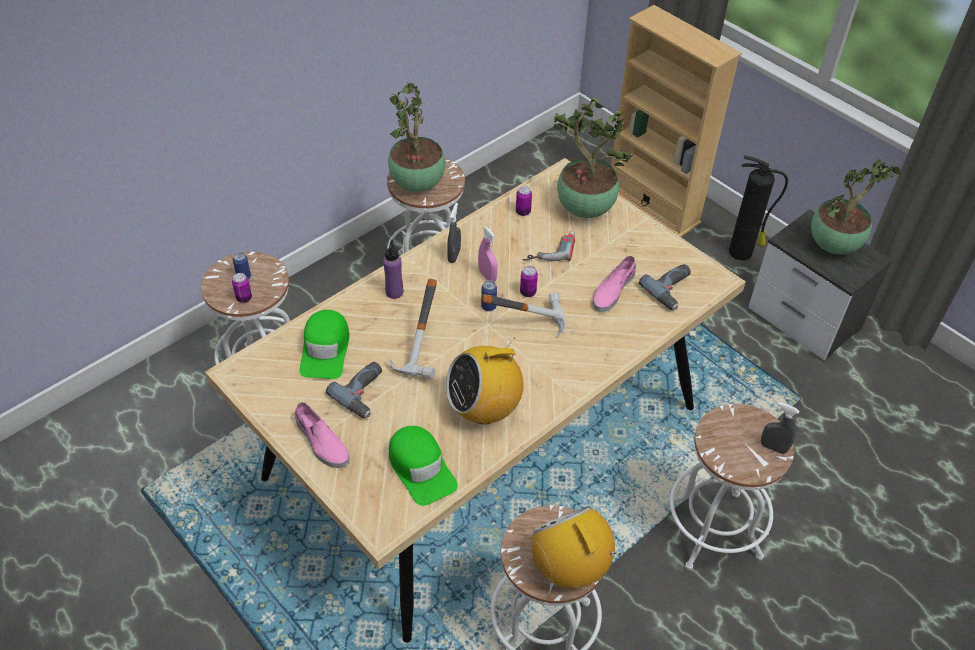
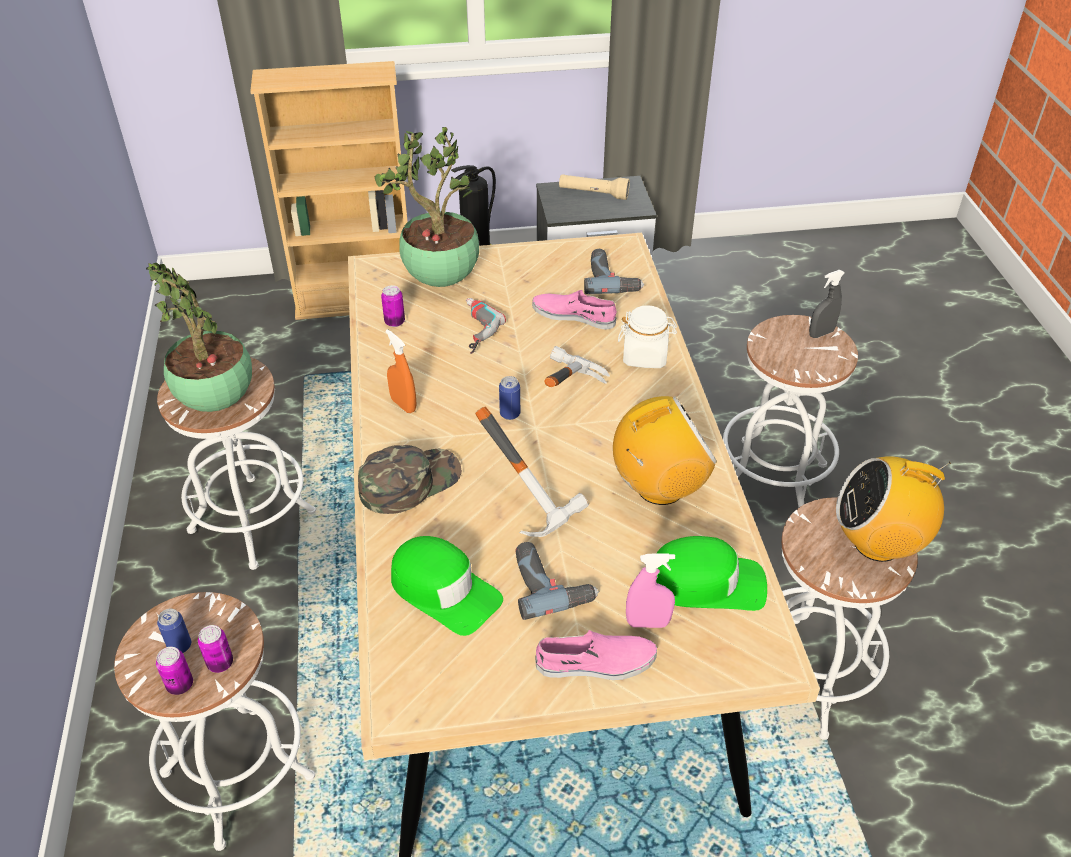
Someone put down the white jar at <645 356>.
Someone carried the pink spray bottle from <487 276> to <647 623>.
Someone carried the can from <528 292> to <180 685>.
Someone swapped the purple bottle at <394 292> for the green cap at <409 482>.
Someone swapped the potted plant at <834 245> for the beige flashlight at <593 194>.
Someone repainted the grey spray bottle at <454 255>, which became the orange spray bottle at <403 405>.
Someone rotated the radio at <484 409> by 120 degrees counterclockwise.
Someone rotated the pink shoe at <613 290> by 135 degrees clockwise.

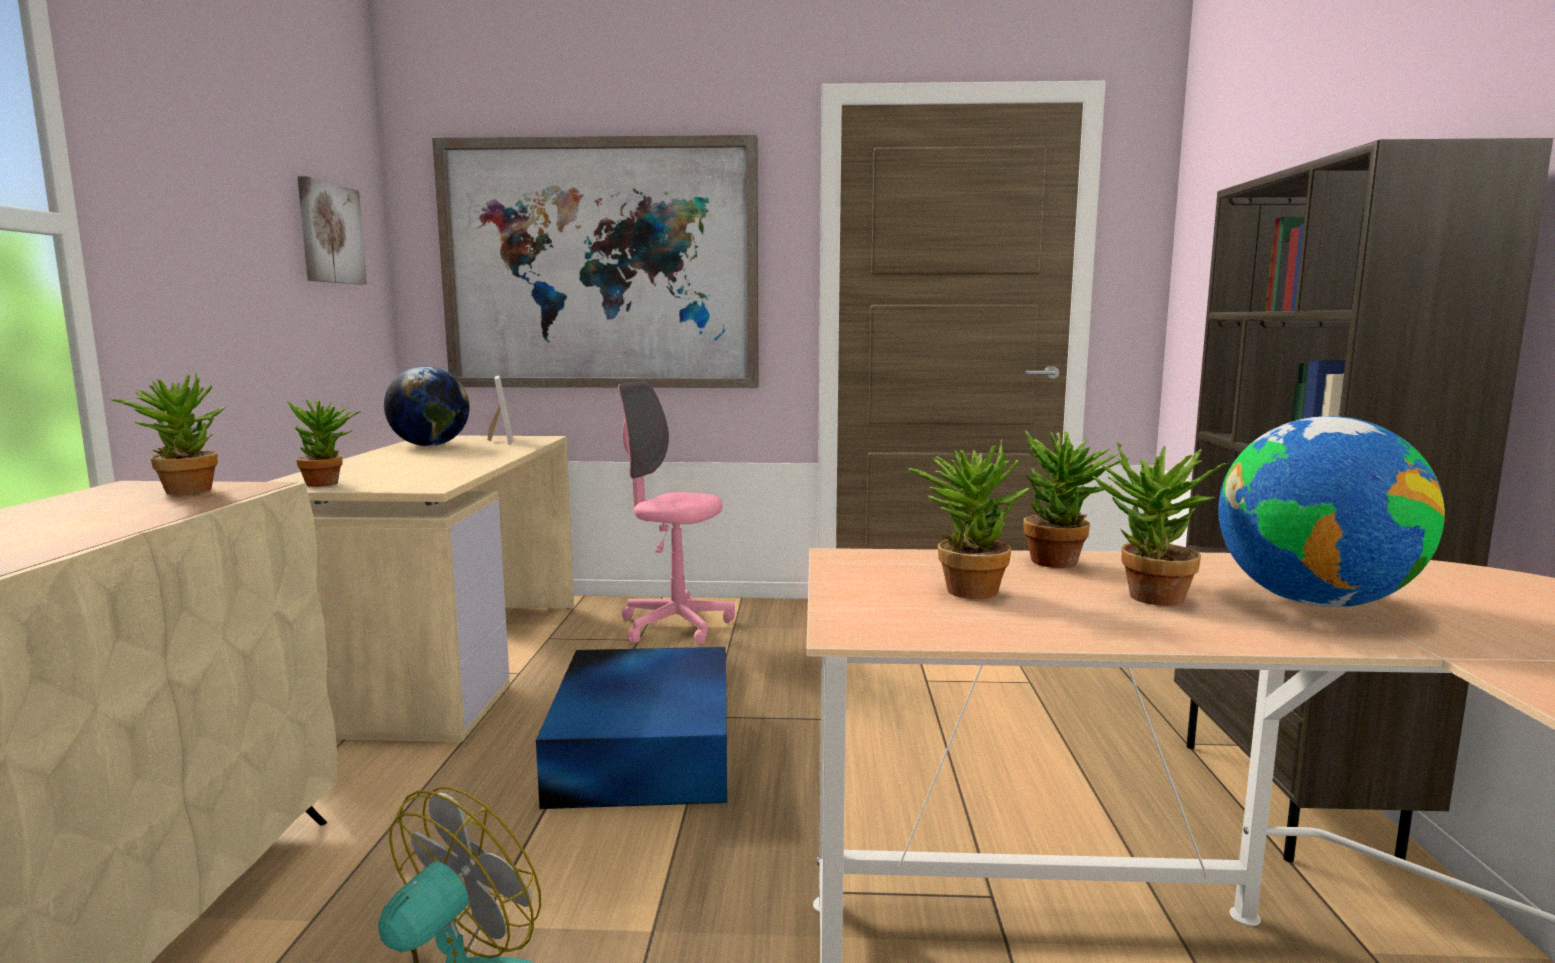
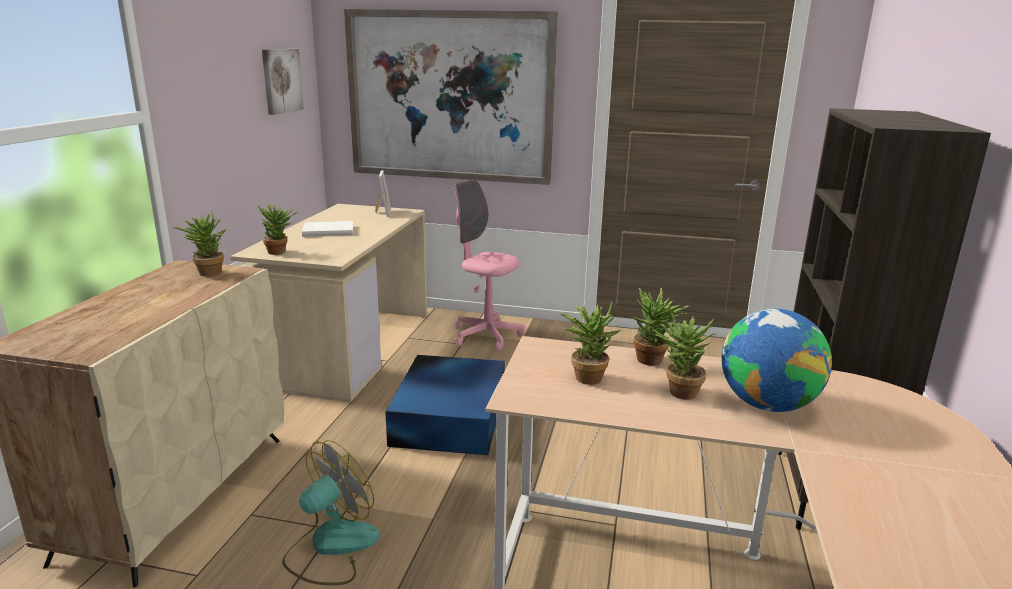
Someone took away the globe at <430 445>.
Someone put down the white book at <327 231>.

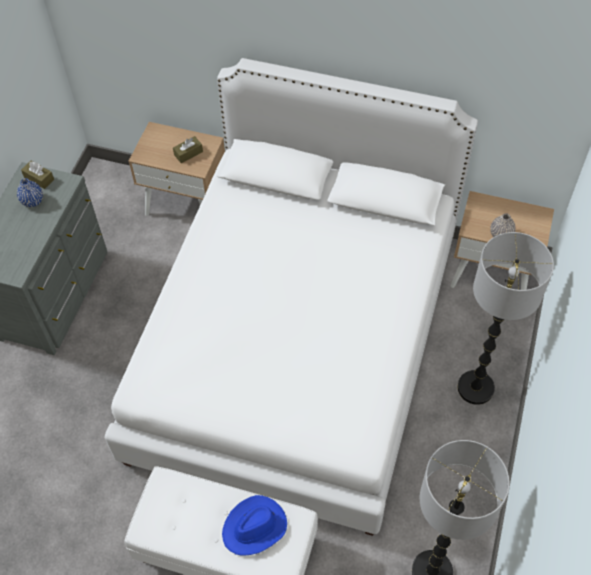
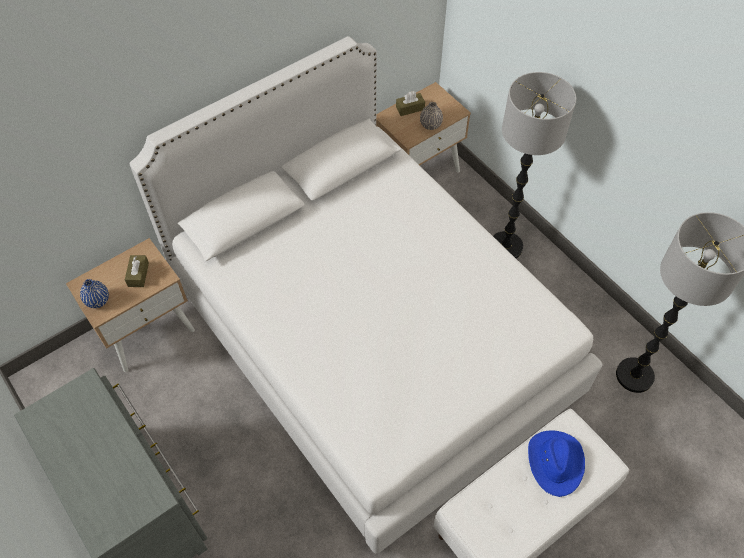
Someone carried the blue vase from <32 201> to <98 301>.
Someone carried the brown tissue box from <39 178> to <410 108>.

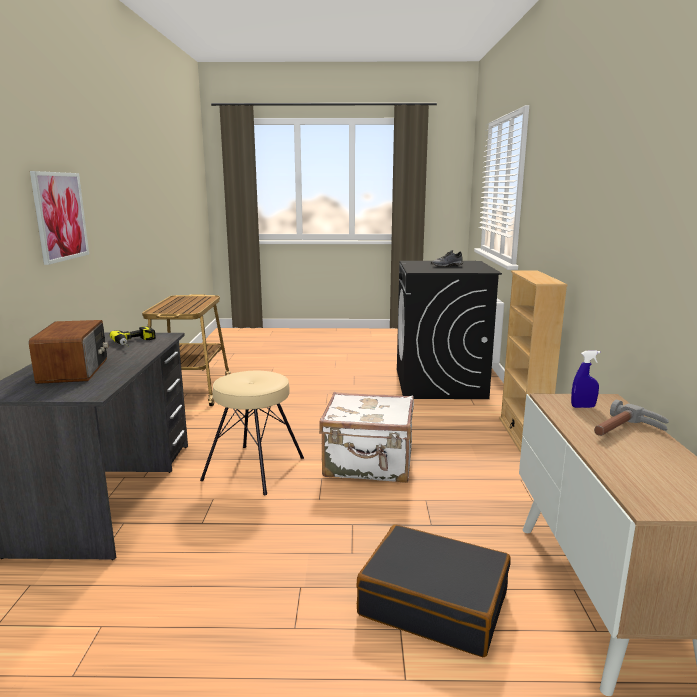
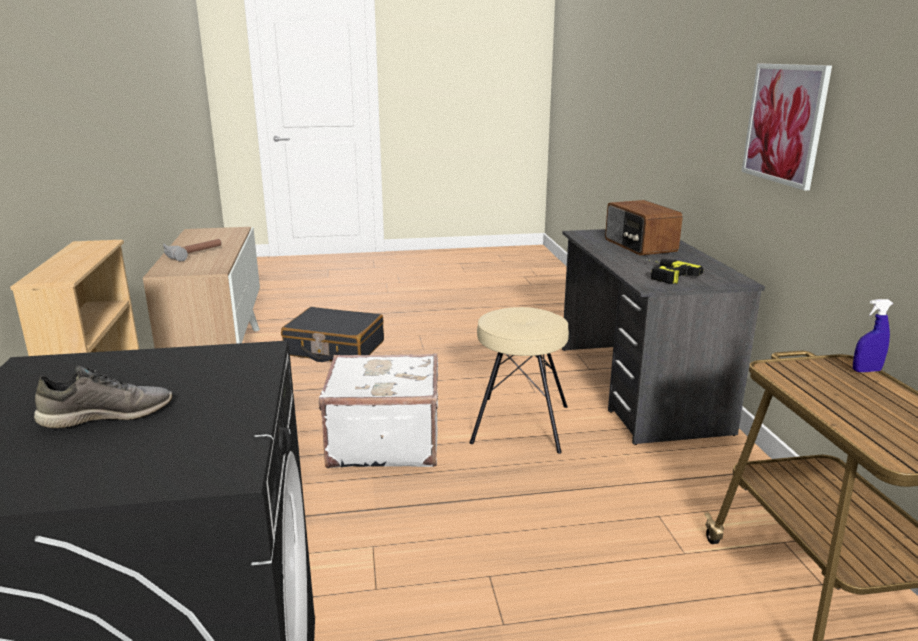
Someone carried the blue spray bottle from <583 407> to <866 371>.

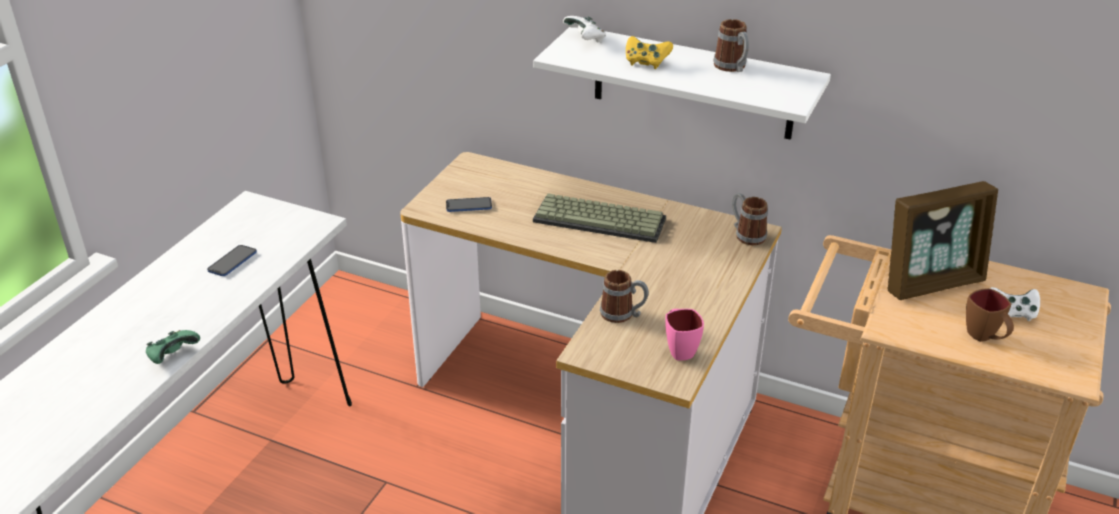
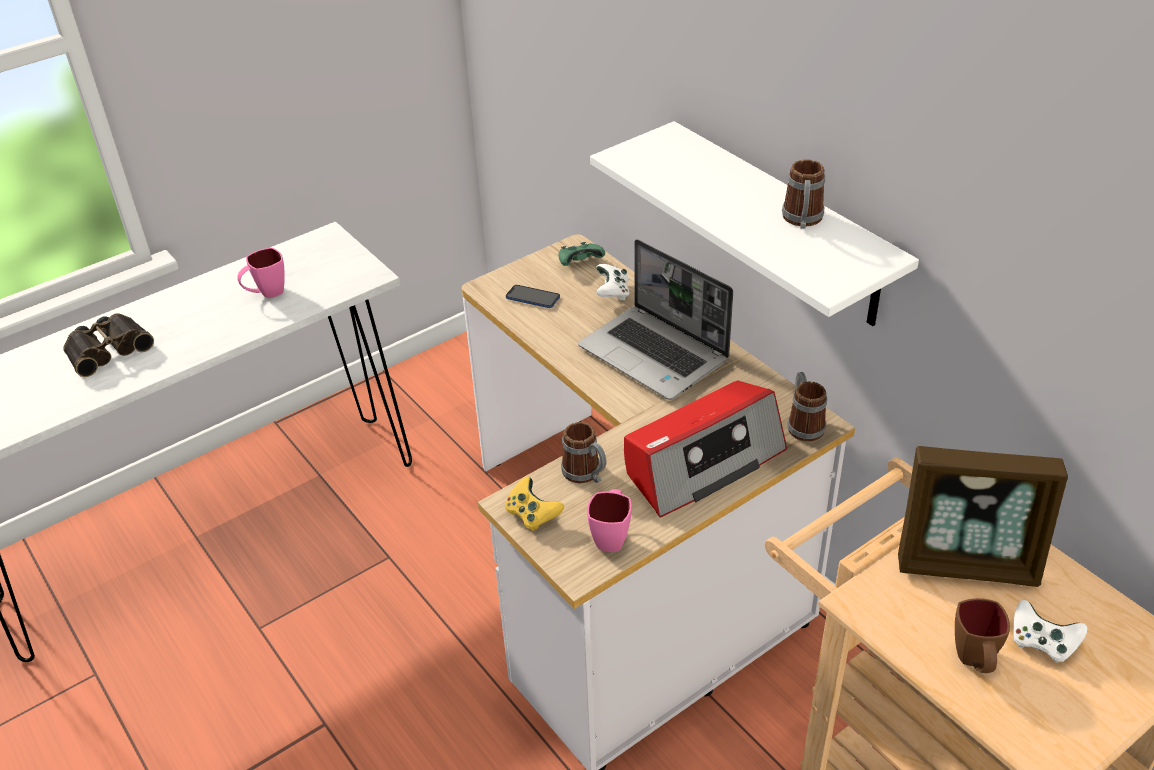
Someone put down the binoculars at <107 349>.
Someone put down the radio at <702 462>.
Someone carried the green game controller from <173 356> to <580 263>.
Someone carried the white game controller from <585 39> to <612 292>.
Someone carried the yellow game controller from <646 62> to <532 515>.
Someone swapped the phone at <232 262> for the pink mug at <266 294>.
Someone swapped the keyboard at <601 219> for the laptop at <655 354>.

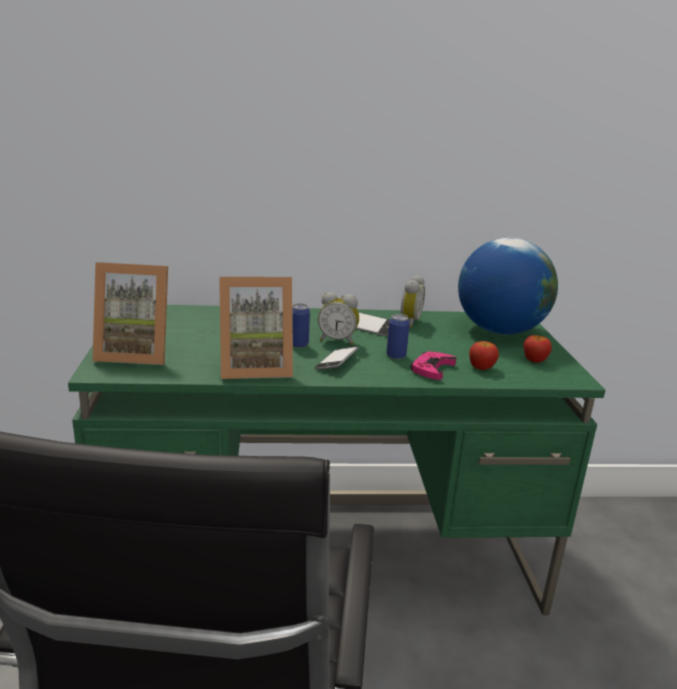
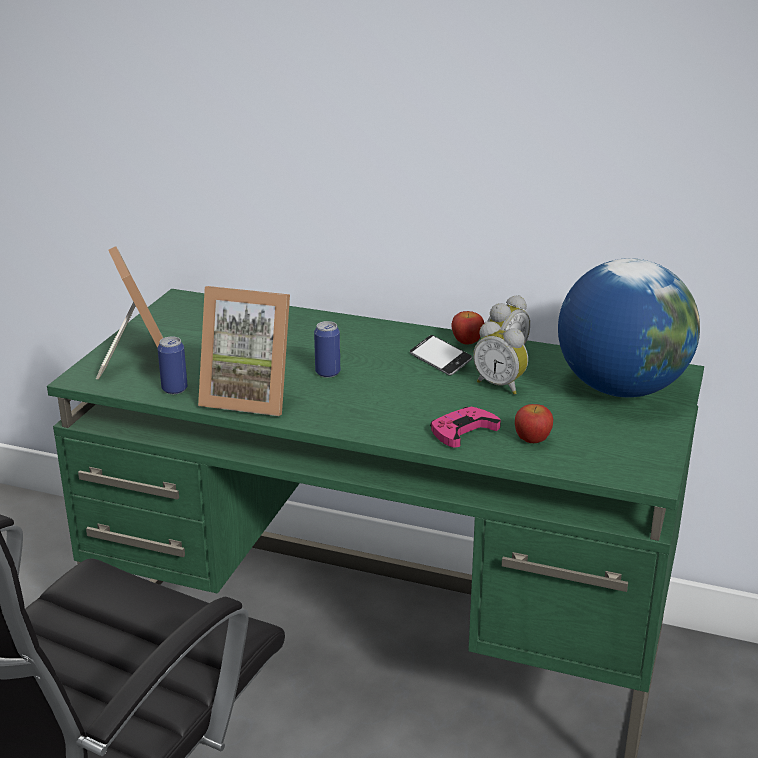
Someone took away the phone at <336 362>.
Someone carried the alarm clock from <337 340> to <500 385>.
Someone carried the can from <396 356> to <174 389>.
Someone carried the apple from <534 360> to <467 341>.
Someone rotated the picture frame at <135 353> by 135 degrees counterclockwise.

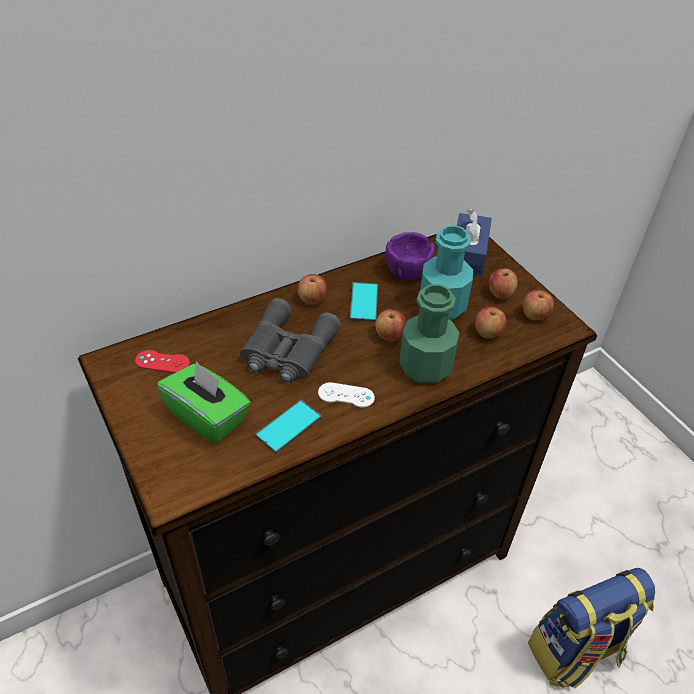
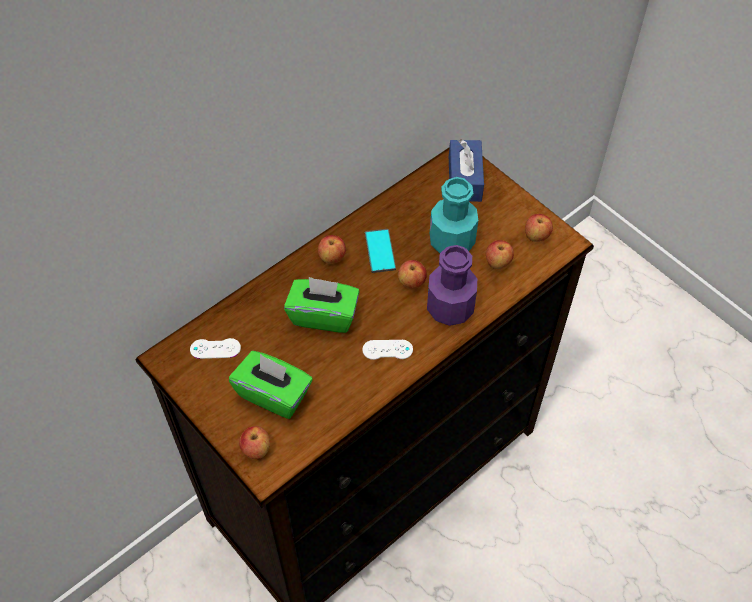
Someone took away the phone at <289 426>.
Someone took away the purple bowl at <407 272>.
Someone took away the backpack at <575 651>.
Someone carried the apple from <500 294> to <256 449>.
Someone swapped the grey binoculars at <287 350> for the green tissue box at <323 315>.
Someone repainted the red game controller at <162 362>, which became the white game controller at <215 348>.
Someone repainted the green bottle at <425 367>, which became the purple bottle at <450 308>.

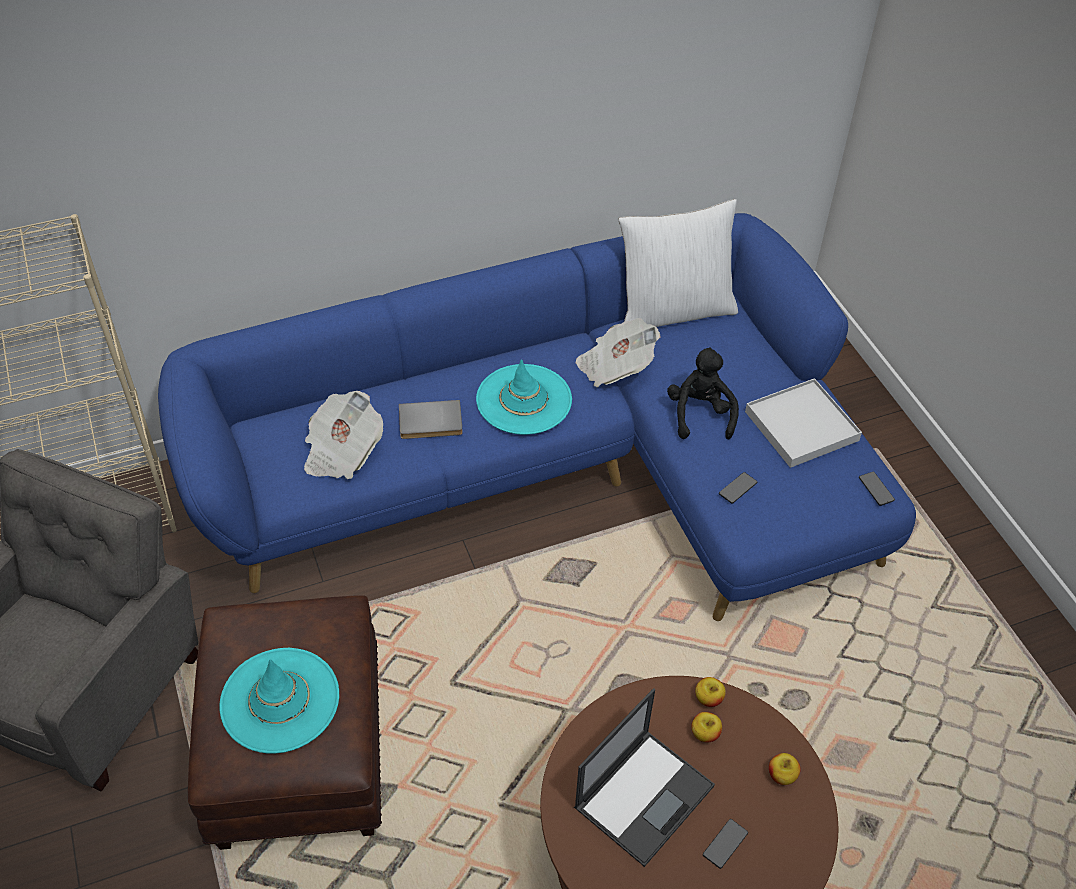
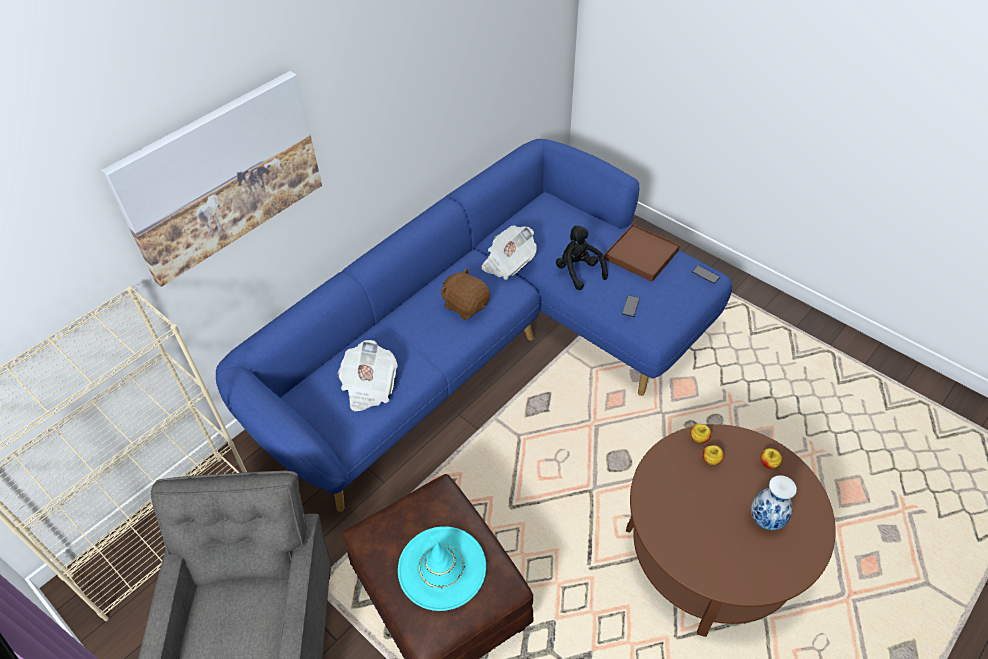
Someone took away the grey book at <430 423>.
Someone took away the laptop at <644 795>.
Someone took away the white pillow at <674 310>.
Someone put up the picture at <222 176>.
Someone swapped the turquoise hat at <524 400> for the brown plush toy at <466 305>.
Someone swapped the phone at <725 844> for the vase at <766 519>.
Someone repainted the white tray at <801 426>, which became the brown tray at <641 255>.

